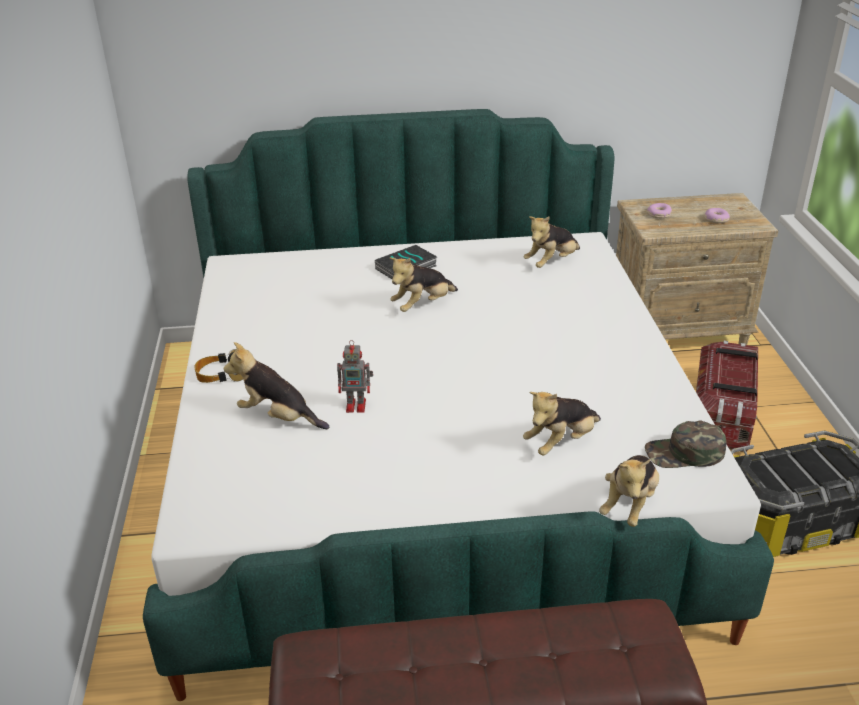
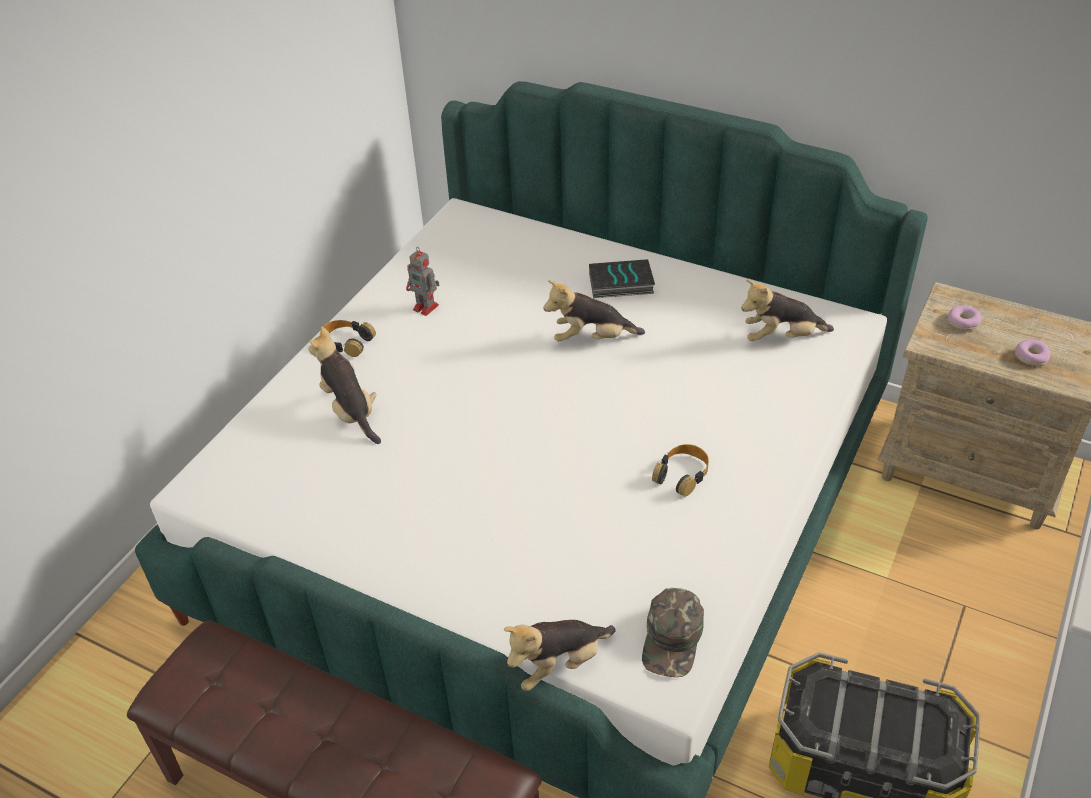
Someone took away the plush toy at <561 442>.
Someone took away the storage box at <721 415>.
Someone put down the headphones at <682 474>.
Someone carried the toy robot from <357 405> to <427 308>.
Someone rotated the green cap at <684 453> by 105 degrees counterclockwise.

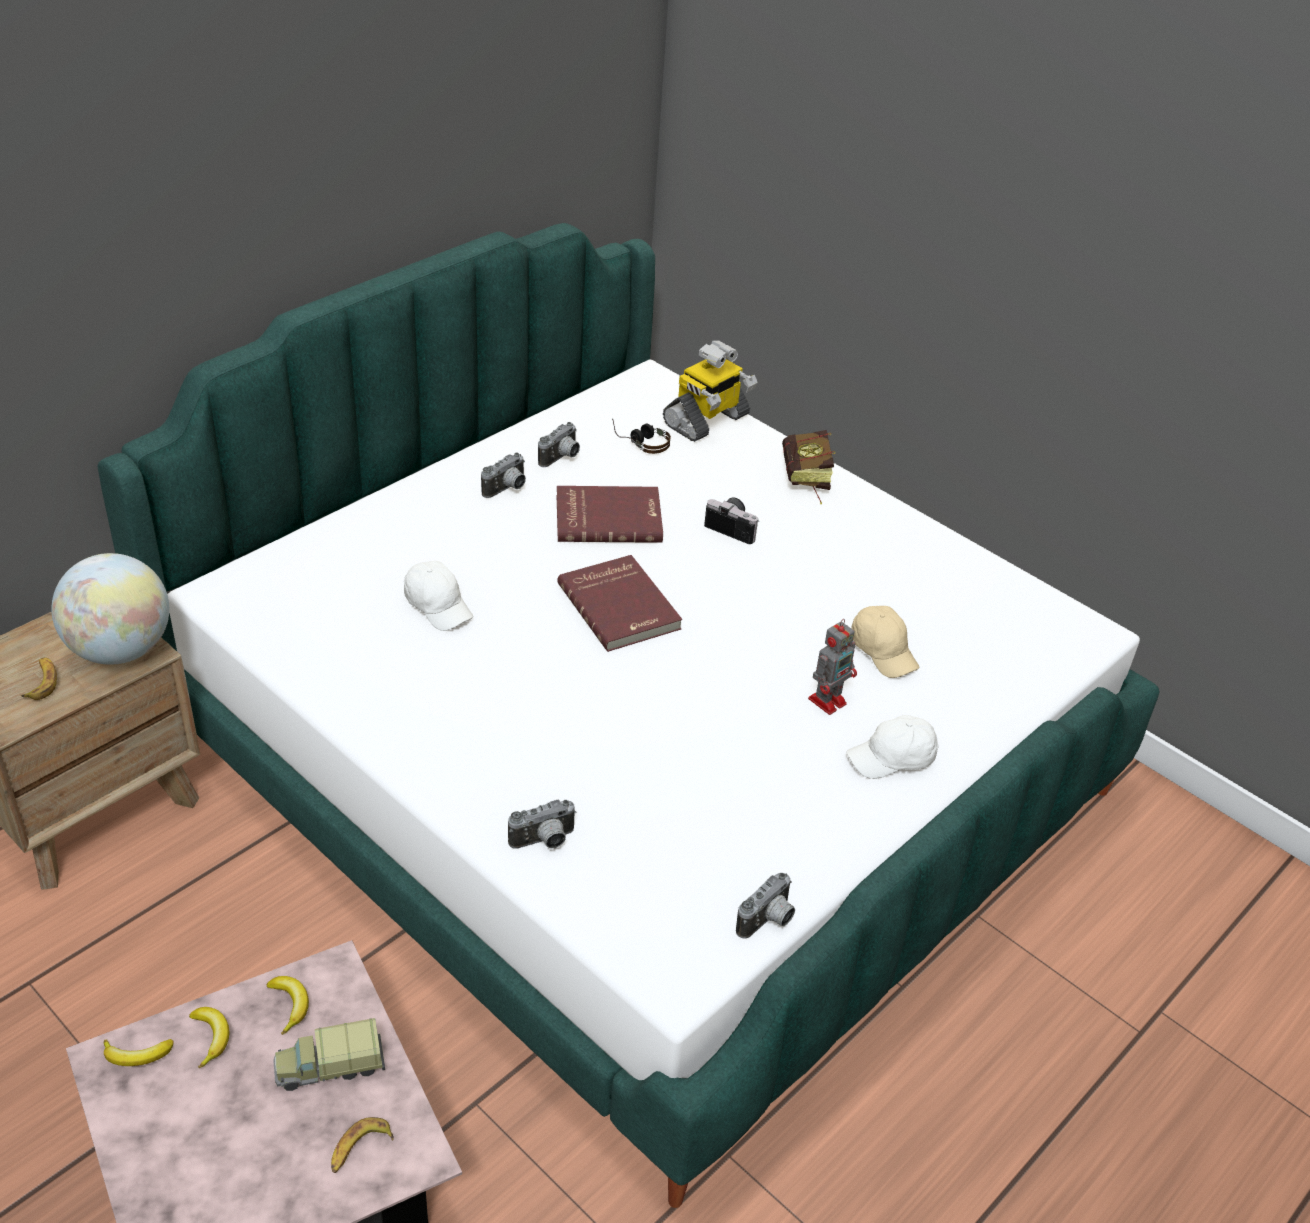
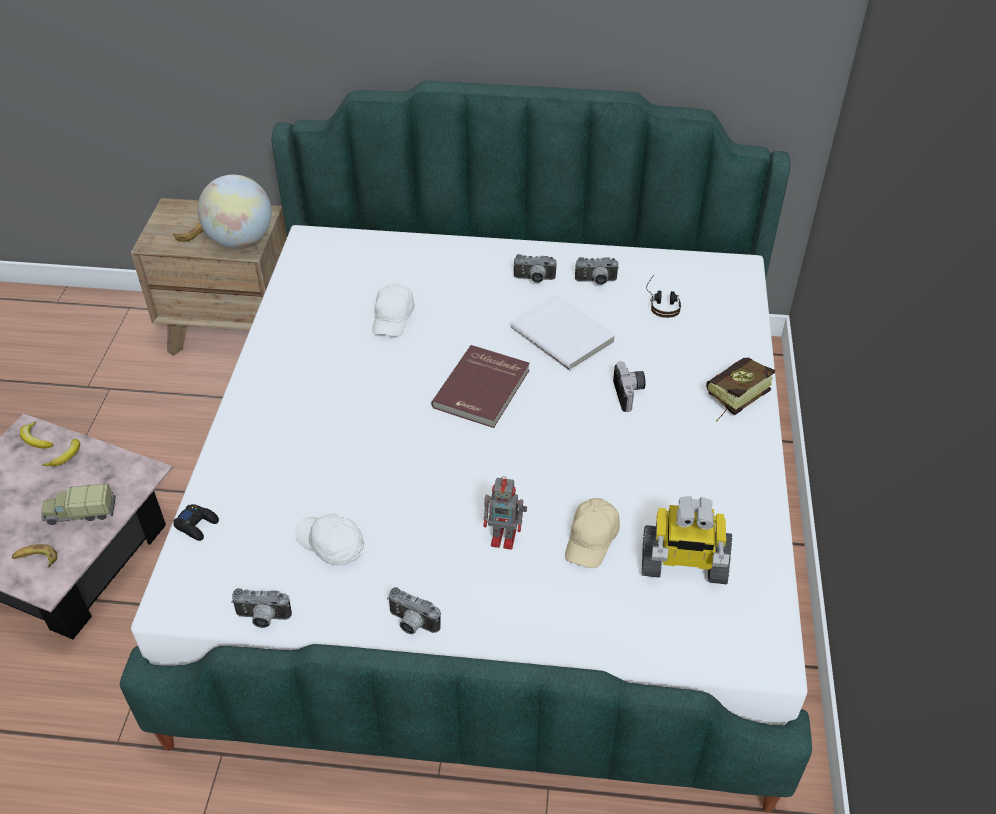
Someone took away the banana at <290 1005>.
Someone put down the black game controller at <197 525>.
Someone carried the photo camera from <544 842> to <411 624>.
Someone carried the toy robot from <706 421> to <683 563>.
Someone carried the white cap from <892 758> to <331 545>.
Someone repainted the red book at <608 517>, which became the white book at <563 334>.
Someone rotated the toy truck at <329 1067> by 45 degrees counterclockwise.

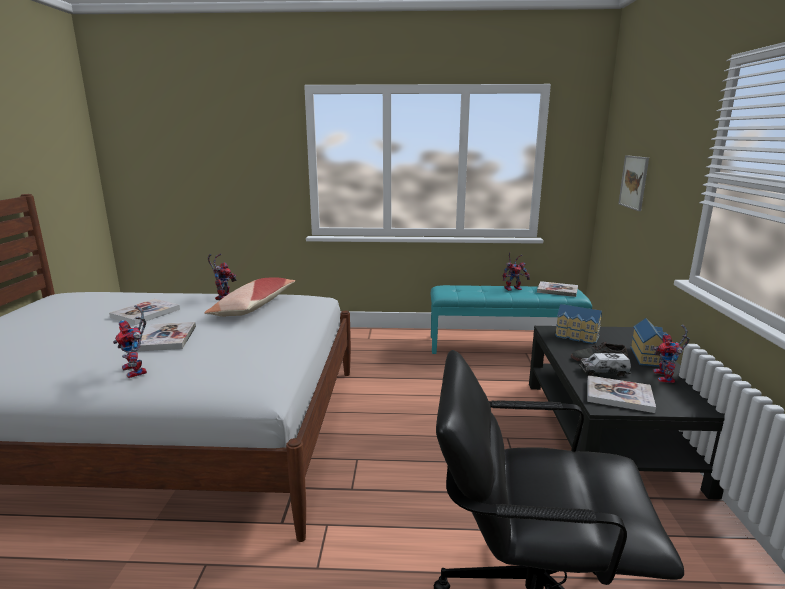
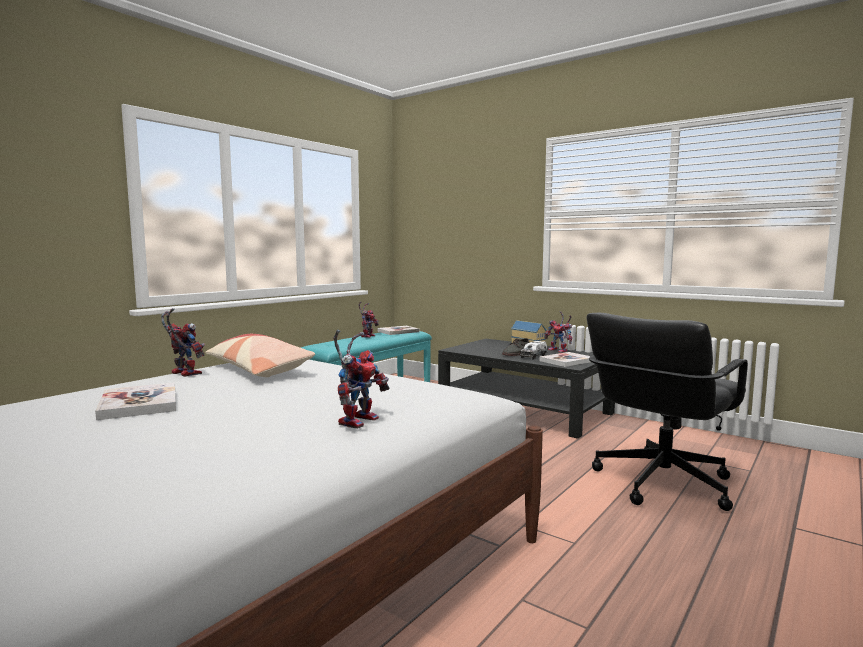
Someone took away the book at <166 338>.
Someone took away the toy house at <576 337>.
Someone took away the picture at <634 182>.
Someone rotated the toy robot at <138 371> by 60 degrees counterclockwise.

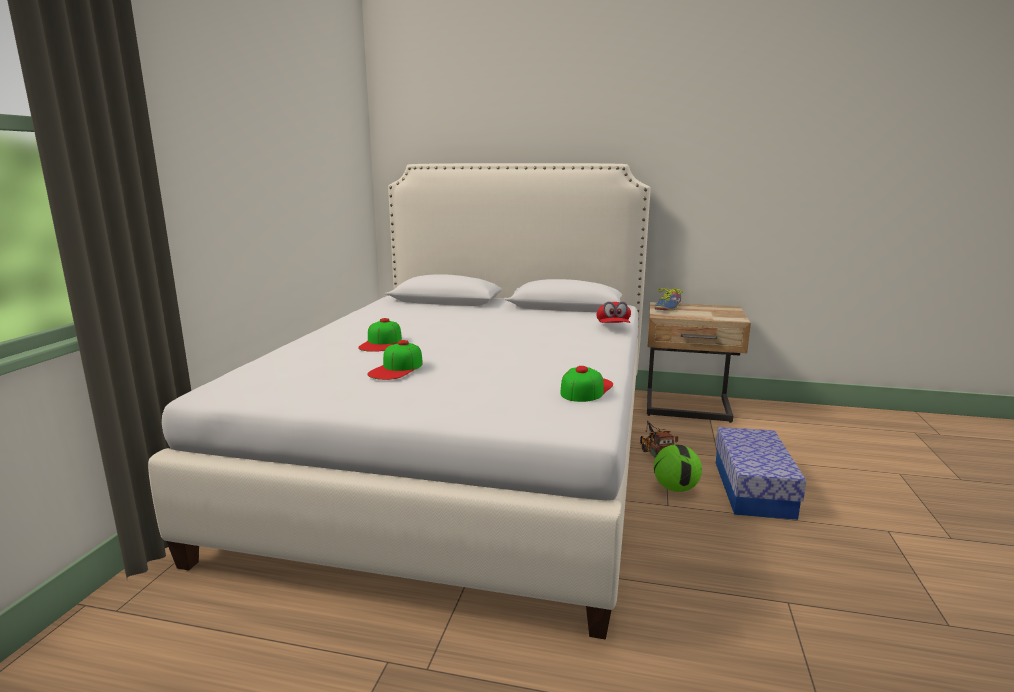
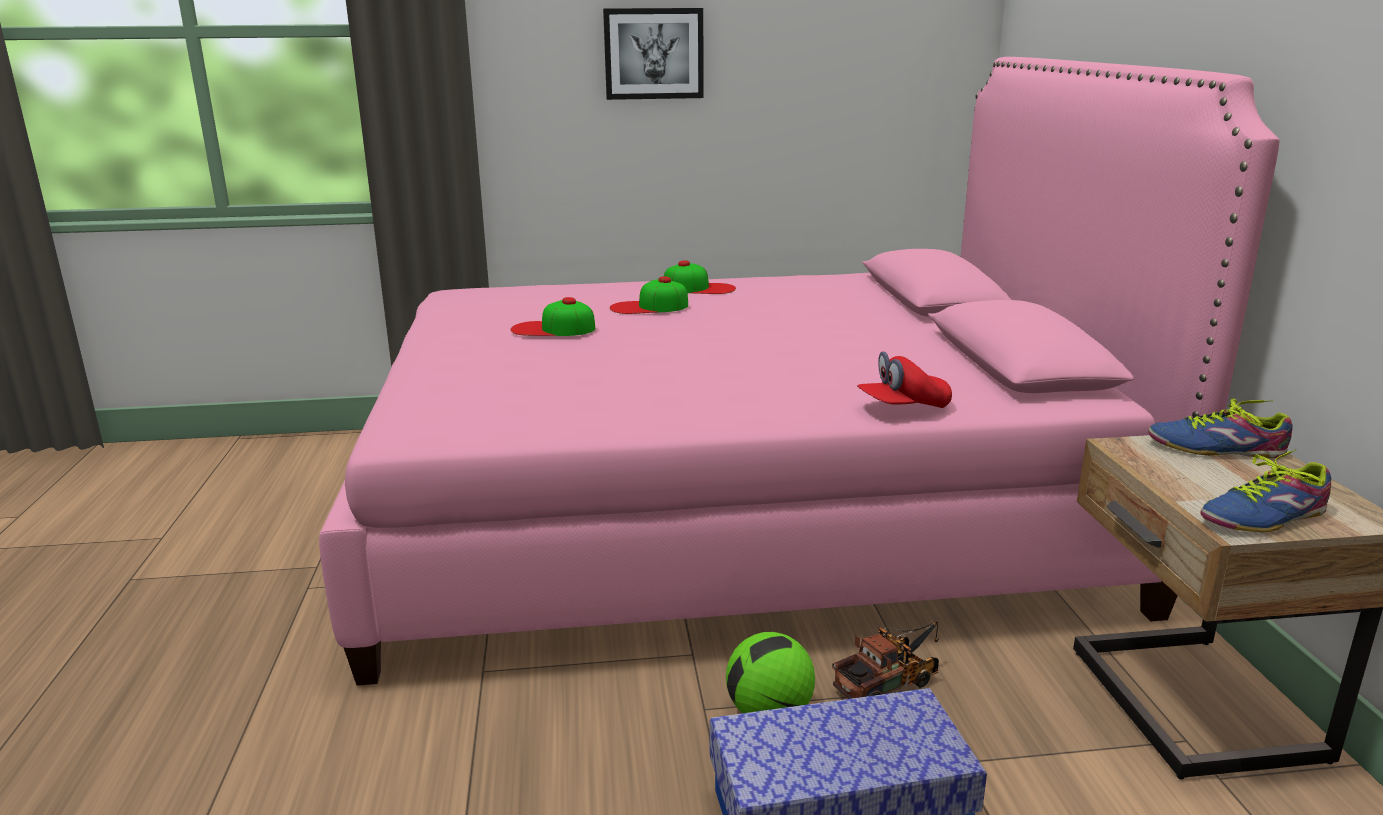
Someone put up the picture at <653 54>.
Someone put down the shoe at <1264 517>.
Someone carried the cap from <586 389> to <699 288>.
Someone repainted the white bed at <466 456>, which became the pink bed at <736 515>.

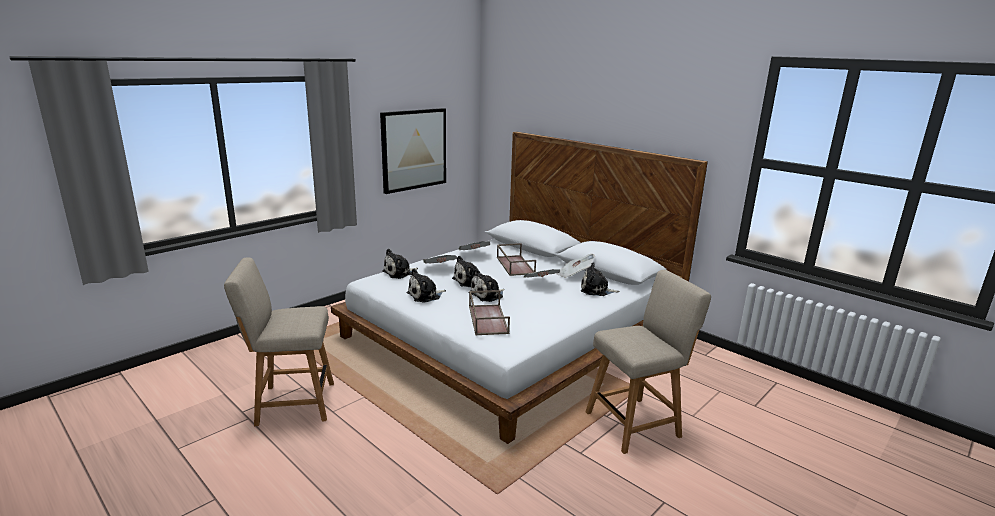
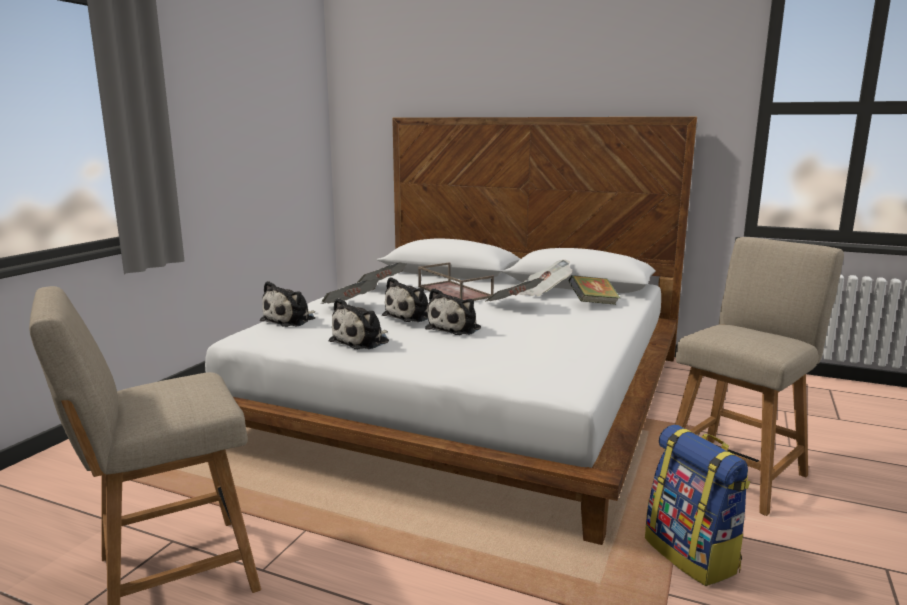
Someone took away the picture at <414 149>.
Someone took away the brown tray at <487 319>.
Someone put down the backpack at <692 555>.
Someone swapped the plush toy at <596 290> for the book at <593 304>.

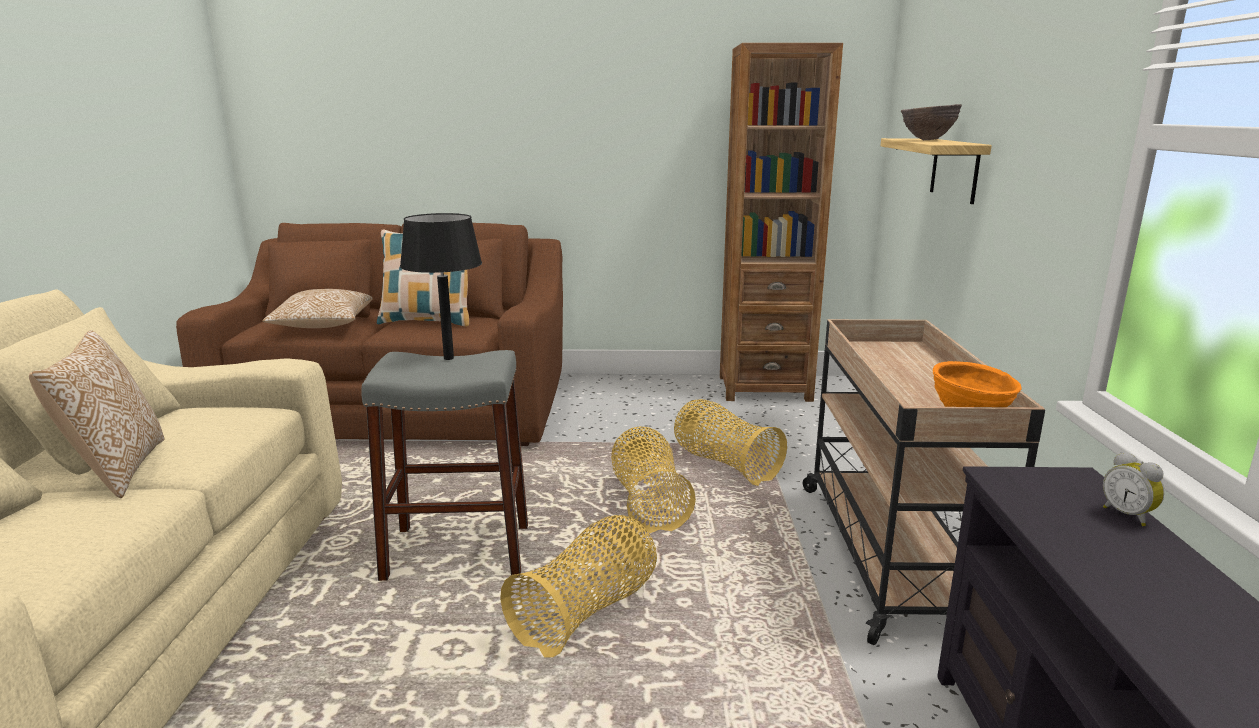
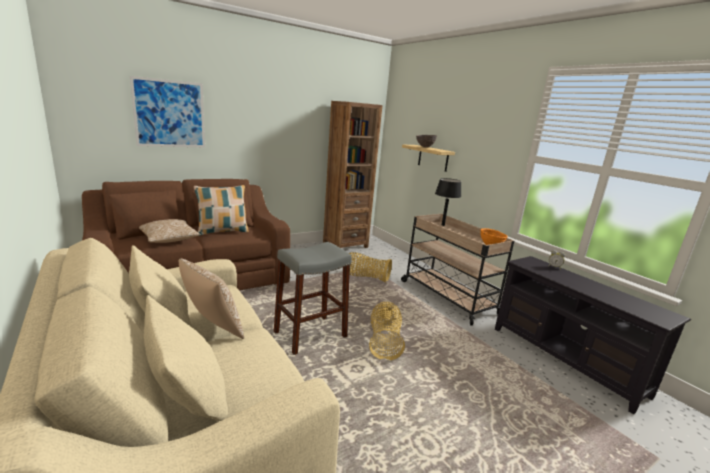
Someone took away the basket at <648 503>.
Someone put up the picture at <170 114>.
Someone carried the black table lamp from <449 358> to <443 225>.

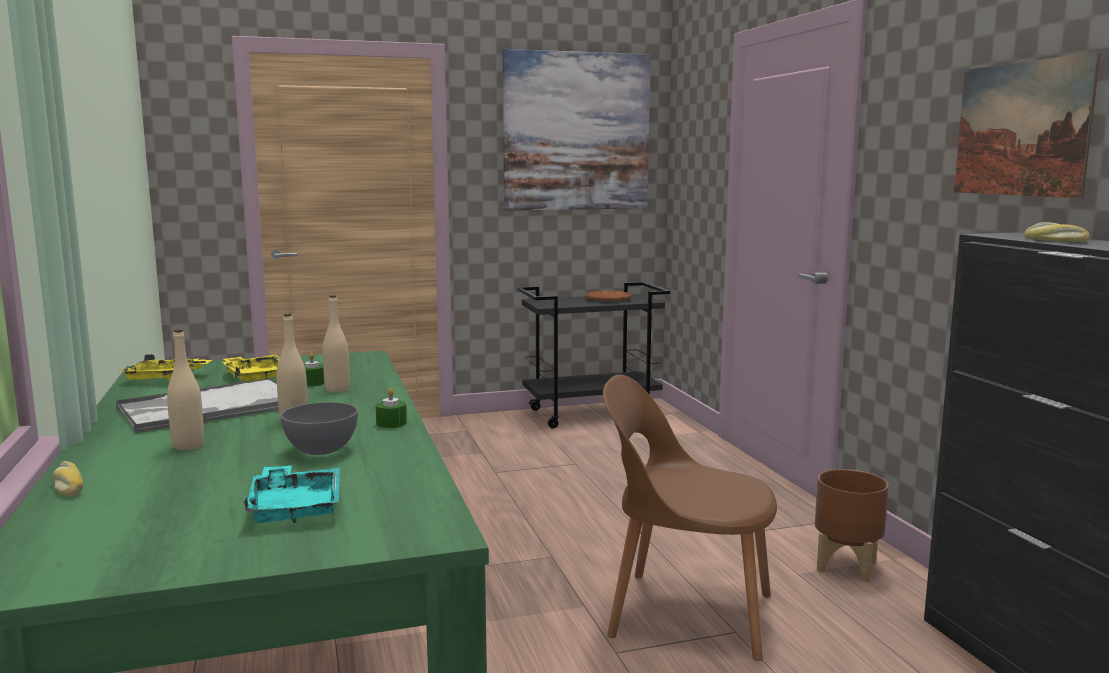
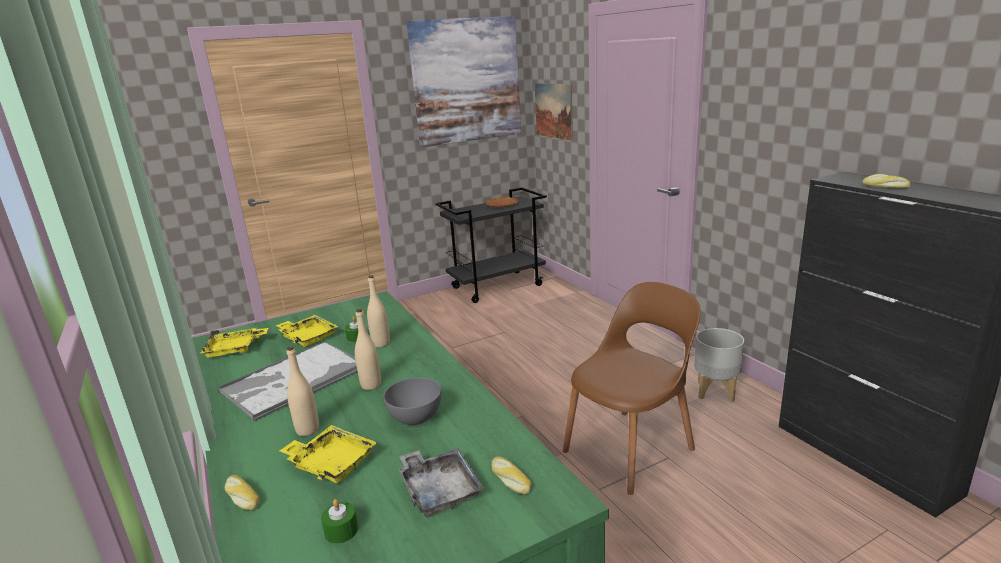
Someone put down the yellow tray at <331 463>.
Someone put down the bread at <509 480>.
Someone carried the green candle from <391 423> to <341 530>.
Someone carried the picture from <1021 129> to <553 110>.
Someone repainted the turquoise tray at <295 507>, which became the grey tray at <439 490>.
Someone repainted the brown planter at <847 566>, which became the grey planter at <716 391>.
Someone rotated the brown chair at <686 613> by 135 degrees clockwise.

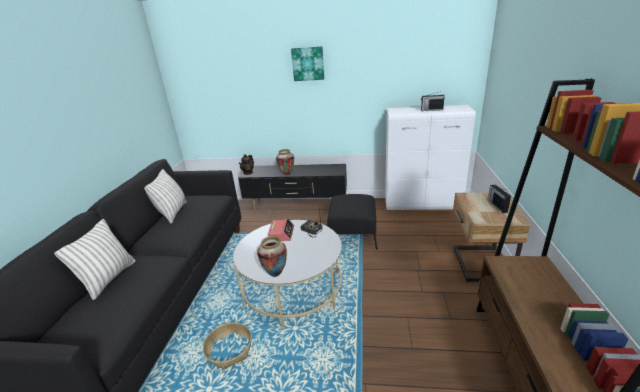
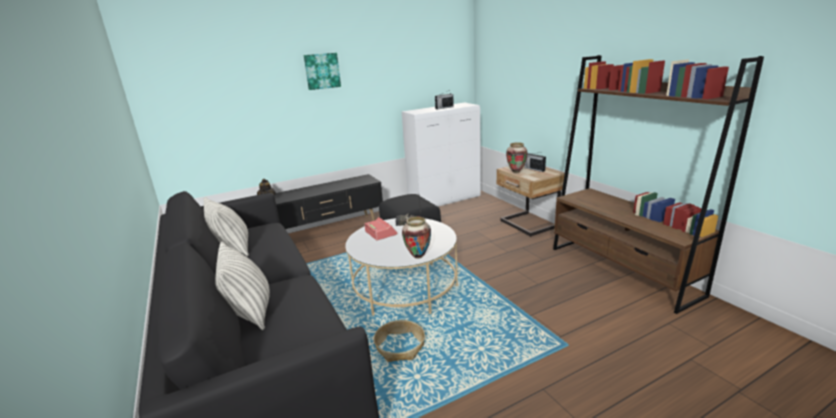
Someone carried the vase from <287 174> to <516 171>.

